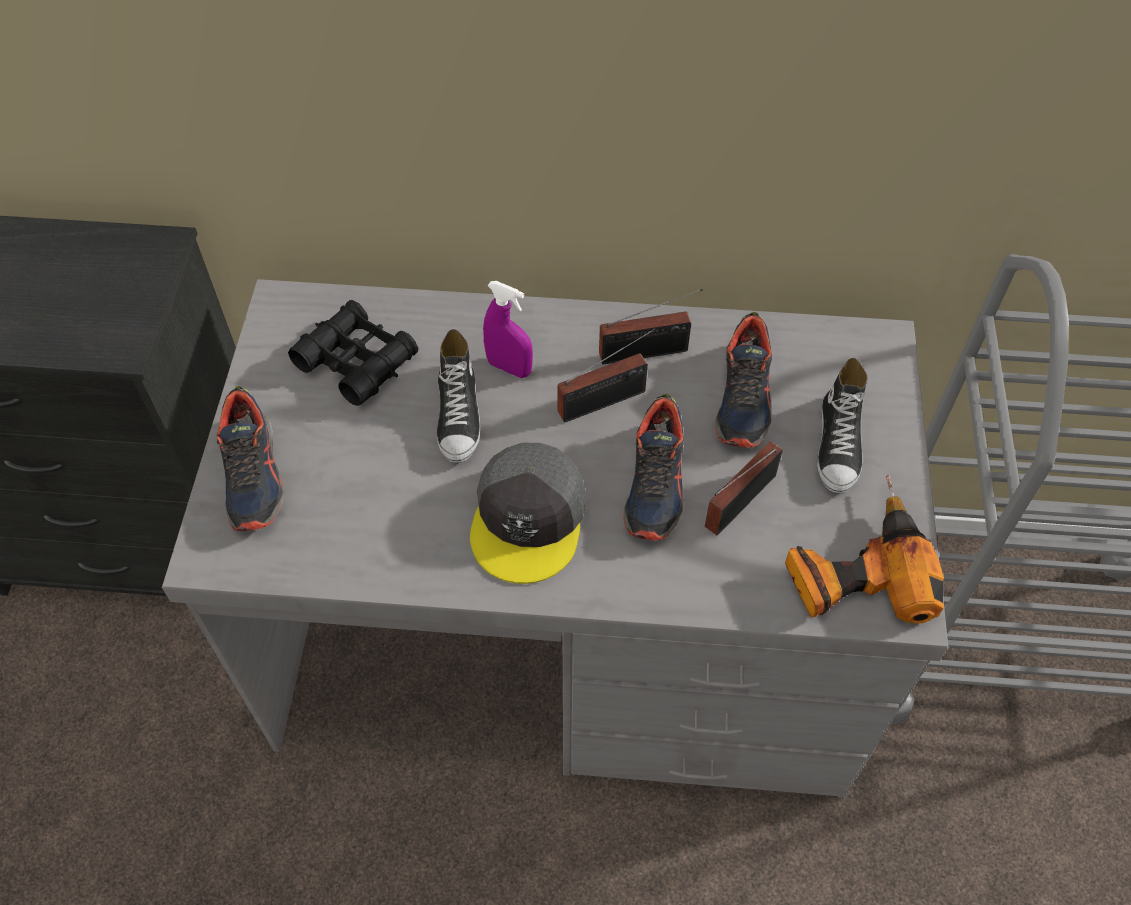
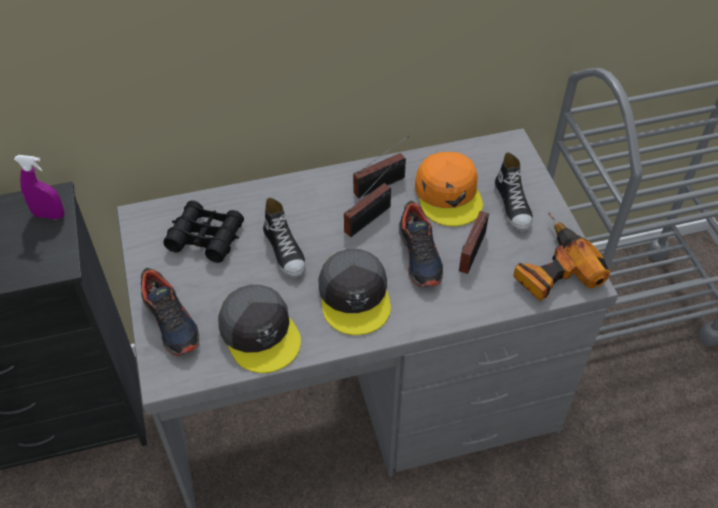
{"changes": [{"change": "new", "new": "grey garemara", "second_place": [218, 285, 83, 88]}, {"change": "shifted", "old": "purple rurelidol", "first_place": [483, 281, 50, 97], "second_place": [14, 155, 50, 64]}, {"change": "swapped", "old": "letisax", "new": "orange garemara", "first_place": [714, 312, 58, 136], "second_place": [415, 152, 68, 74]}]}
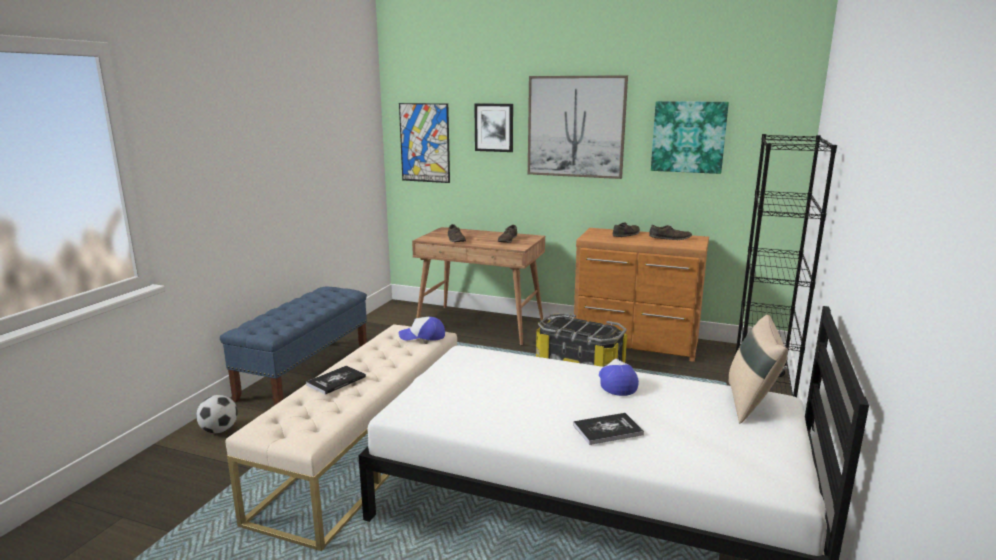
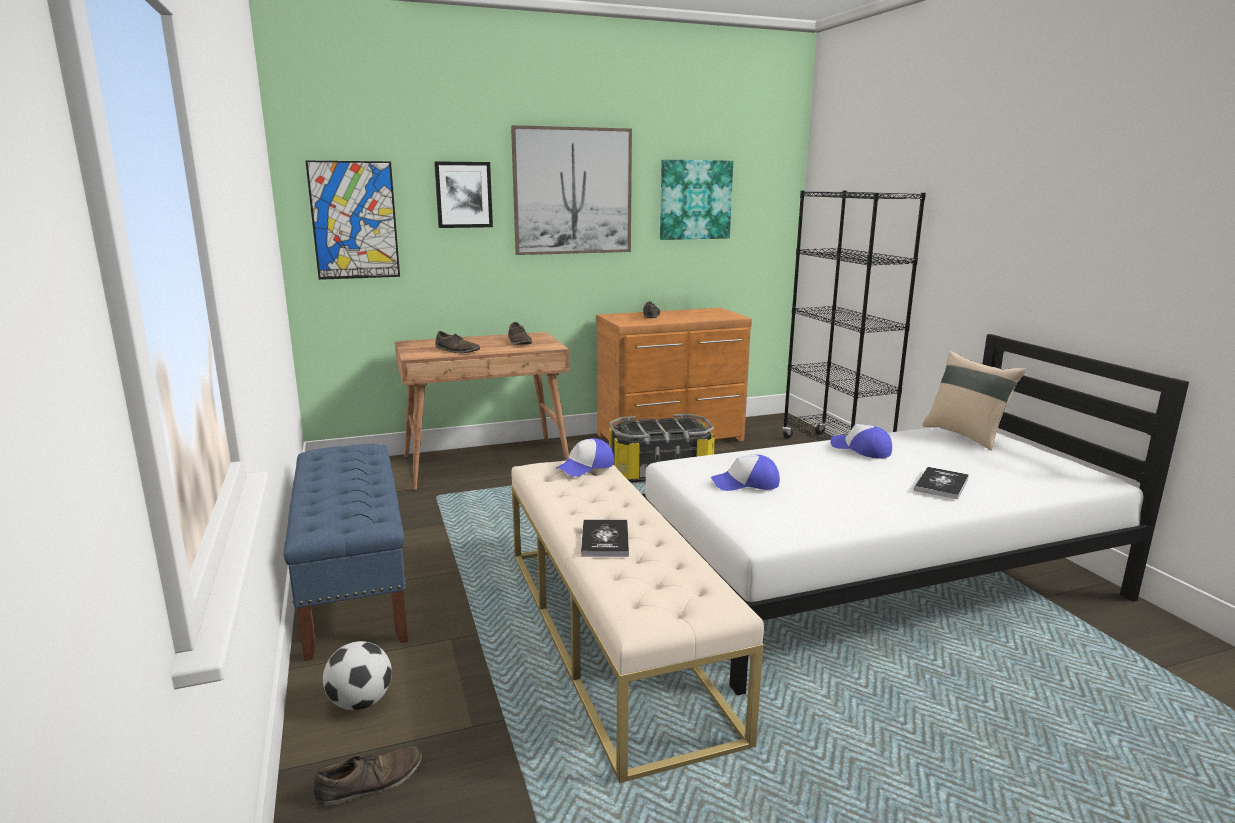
{"changes": [{"change": "new", "new": "garemara", "second_place": [711, 454, 69, 37]}, {"change": "shifted", "old": "brown letisax", "first_place": [649, 225, 43, 15], "second_place": [314, 746, 108, 60]}]}
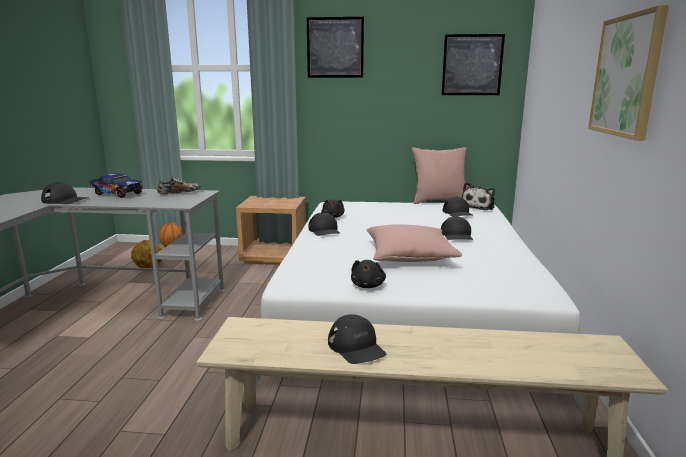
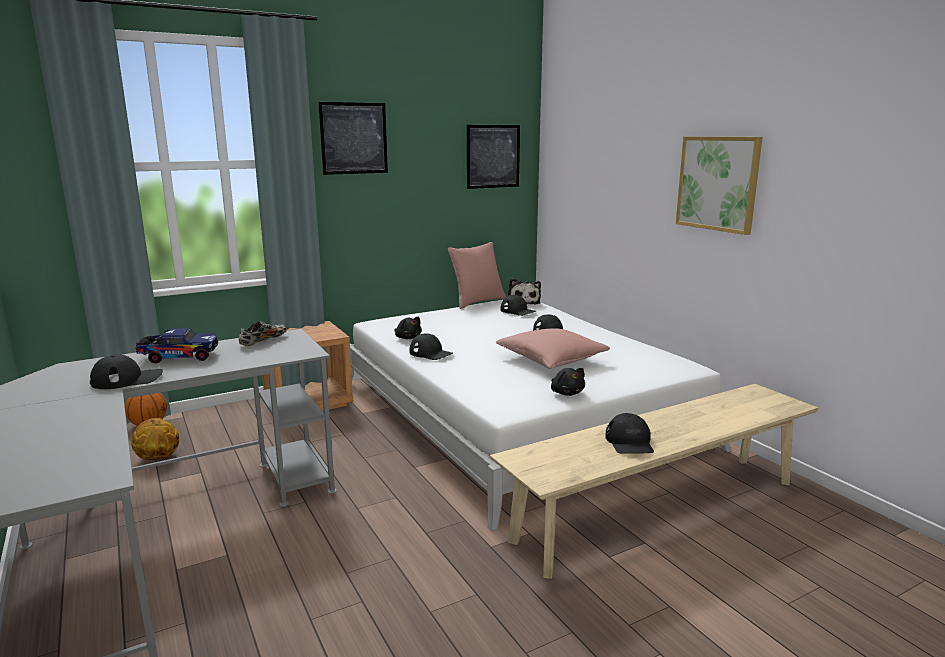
{"changes": [{"change": "rotated", "old": "black garemara", "first_place": [328, 314, 58, 50], "second_place": [605, 413, 49, 41], "degrees": 60}]}
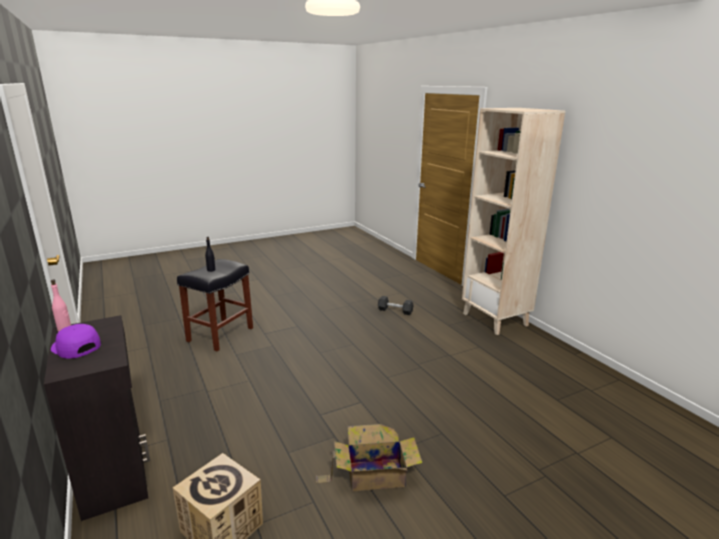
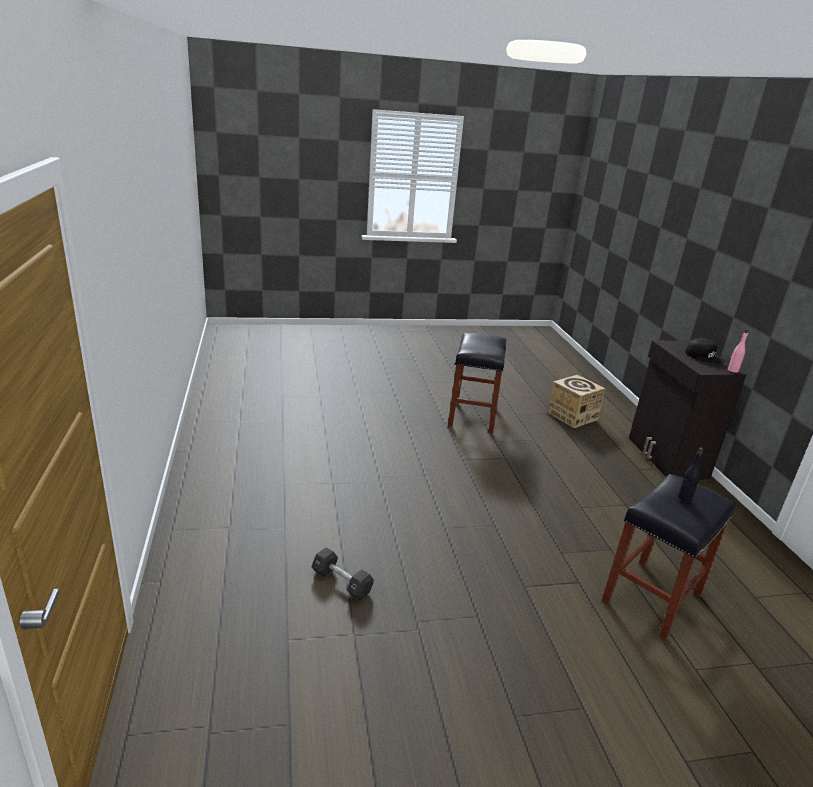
{"changes": [{"change": "gone", "old": "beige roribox", "first_place": [462, 108, 103, 227]}, {"change": "swapped", "old": "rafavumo", "new": "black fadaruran", "first_place": [316, 424, 106, 68], "second_place": [448, 333, 58, 100]}, {"change": "repainted", "old": "purple garemara", "new": "black garemara", "first_place": [51, 324, 50, 34], "second_place": [685, 338, 39, 26]}]}
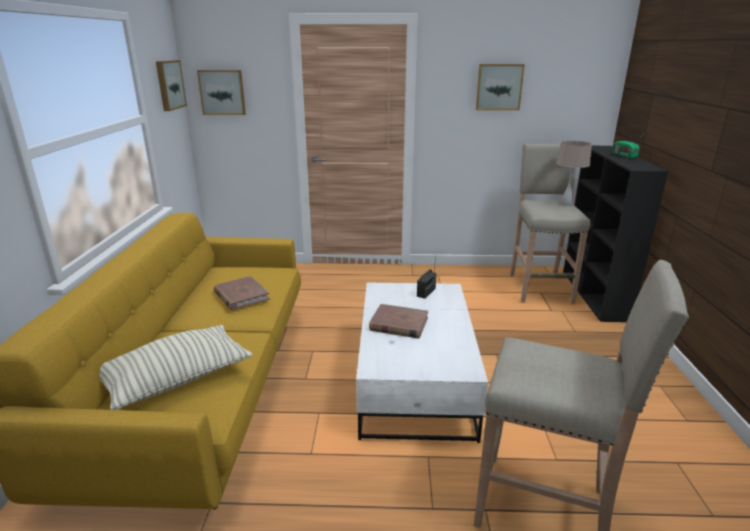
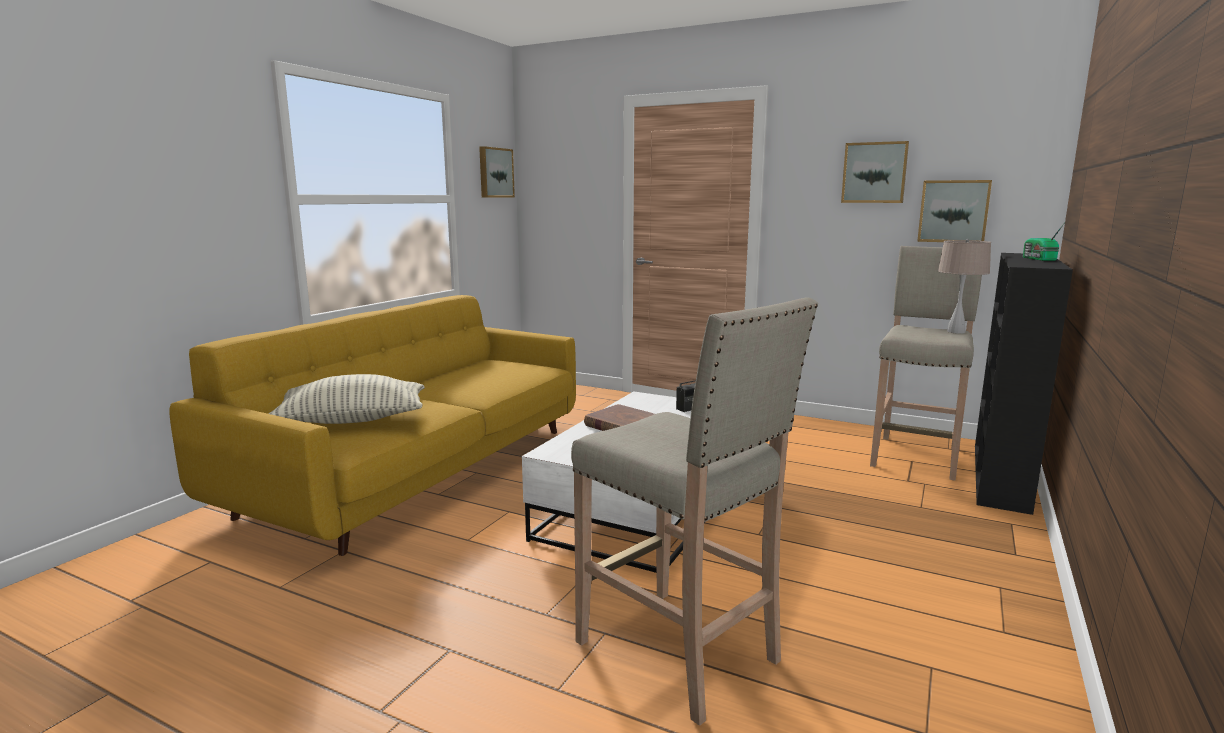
{"changes": [{"change": "gone", "old": "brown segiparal", "first_place": [213, 276, 57, 35]}, {"change": "shifted", "old": "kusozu", "first_place": [197, 70, 49, 45], "second_place": [917, 180, 75, 62]}]}
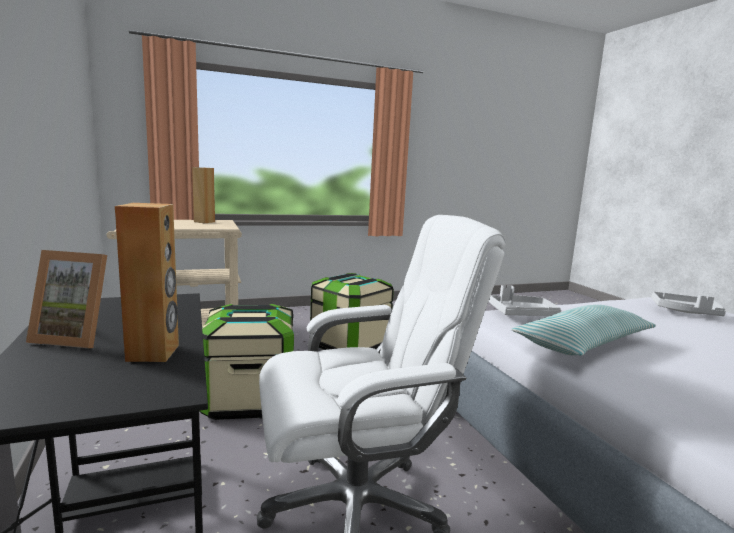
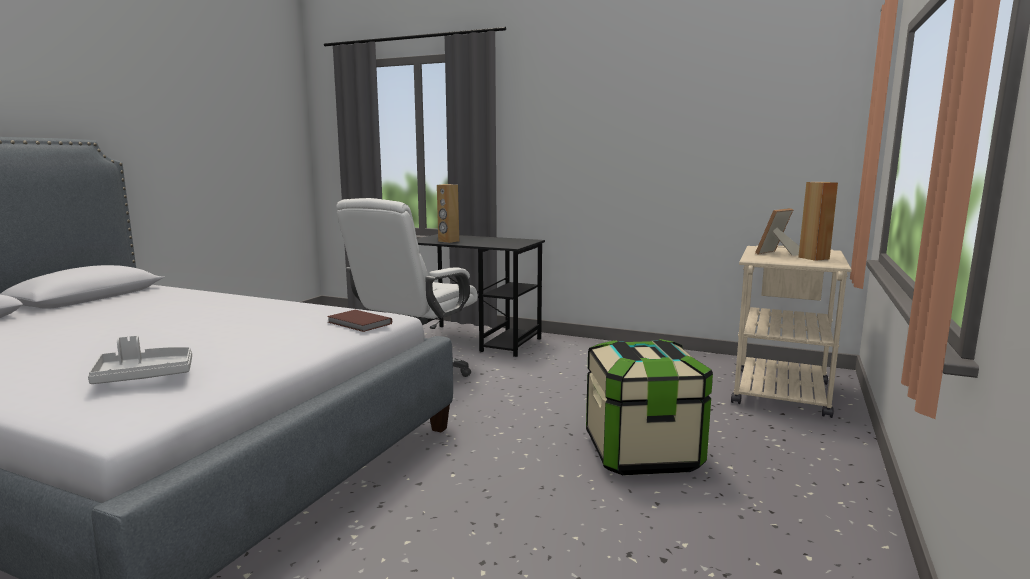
{"changes": [{"change": "gone", "old": "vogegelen", "first_place": [200, 304, 94, 116]}, {"change": "gone", "old": "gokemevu", "first_place": [511, 305, 145, 51]}, {"change": "shifted", "old": "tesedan", "first_place": [26, 250, 81, 98], "second_place": [755, 208, 44, 48]}, {"change": "swapped", "old": "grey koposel", "new": "brown segiparal", "first_place": [489, 285, 72, 31], "second_place": [327, 310, 65, 22]}]}
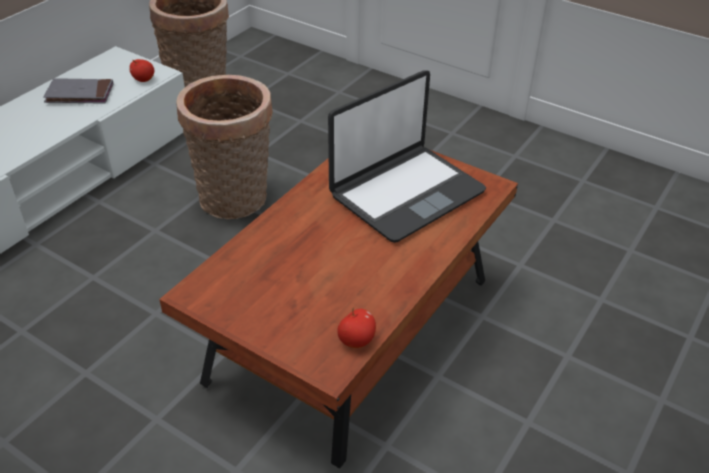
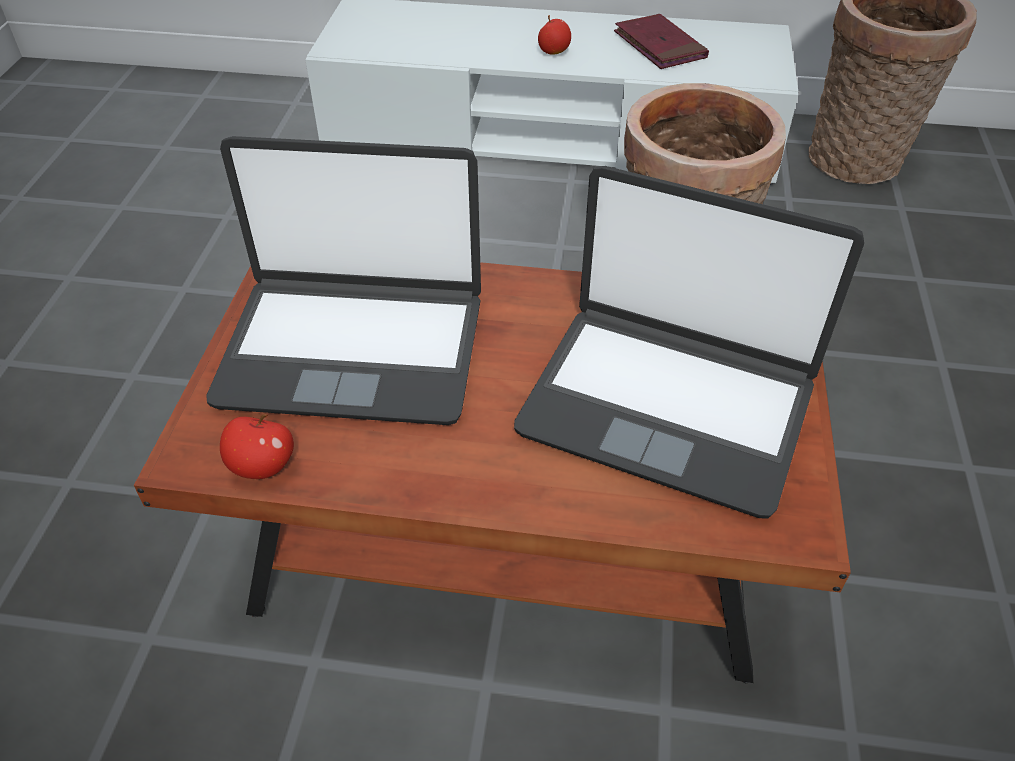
{"changes": [{"change": "new", "new": "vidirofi", "second_place": [206, 136, 275, 289]}, {"change": "shifted", "old": "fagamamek", "first_place": [129, 59, 25, 23], "second_place": [538, 15, 33, 40]}, {"change": "repainted", "old": "grey segiparal", "new": "red segiparal", "first_place": [43, 78, 70, 26], "second_place": [614, 14, 95, 55]}]}
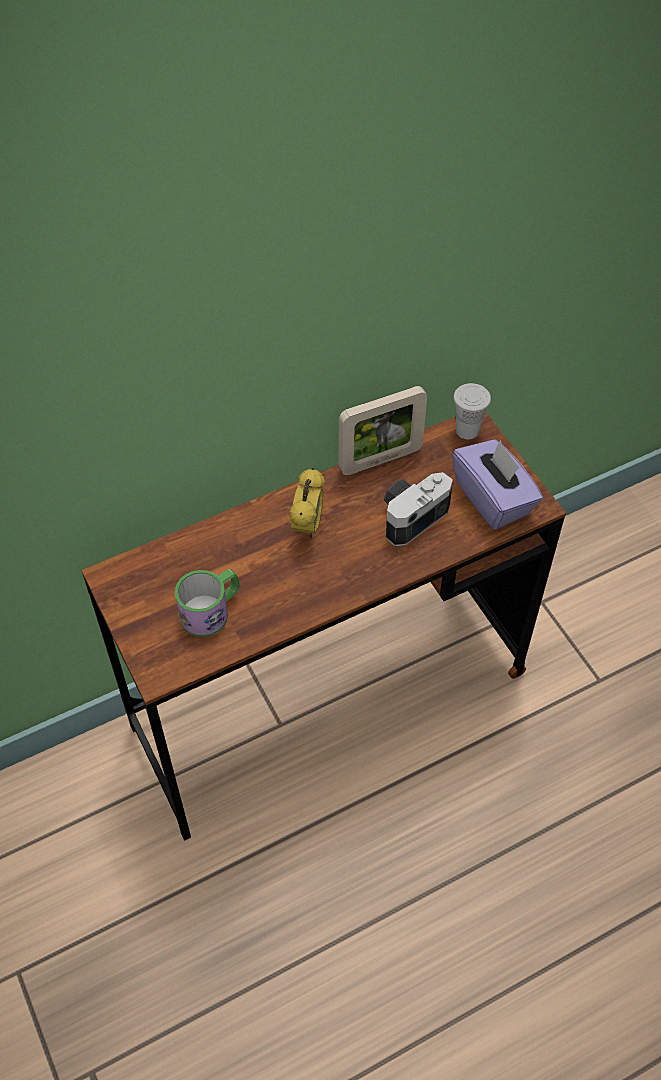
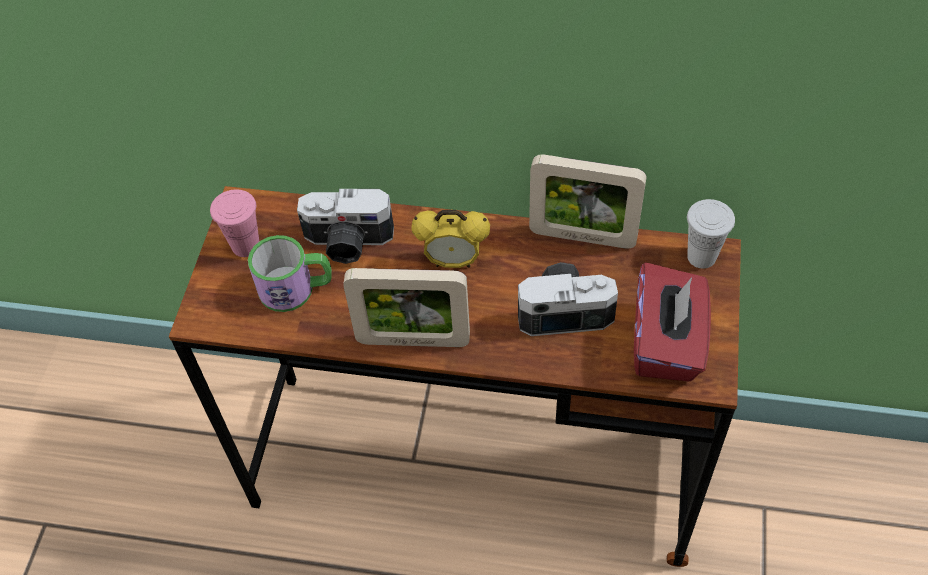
{"changes": [{"change": "new", "new": "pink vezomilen", "second_place": [210, 189, 49, 68]}, {"change": "new", "new": "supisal", "second_place": [297, 189, 97, 75]}, {"change": "new", "new": "tesedan", "second_place": [343, 268, 127, 79]}, {"change": "repainted", "old": "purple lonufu", "new": "red lonufu", "first_place": [452, 439, 91, 91], "second_place": [634, 262, 77, 119]}, {"change": "rotated", "old": "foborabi", "first_place": [289, 468, 36, 71], "second_place": [411, 210, 79, 58], "degrees": 45}]}
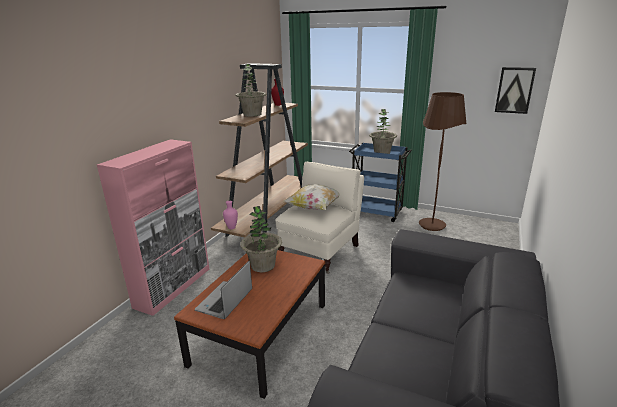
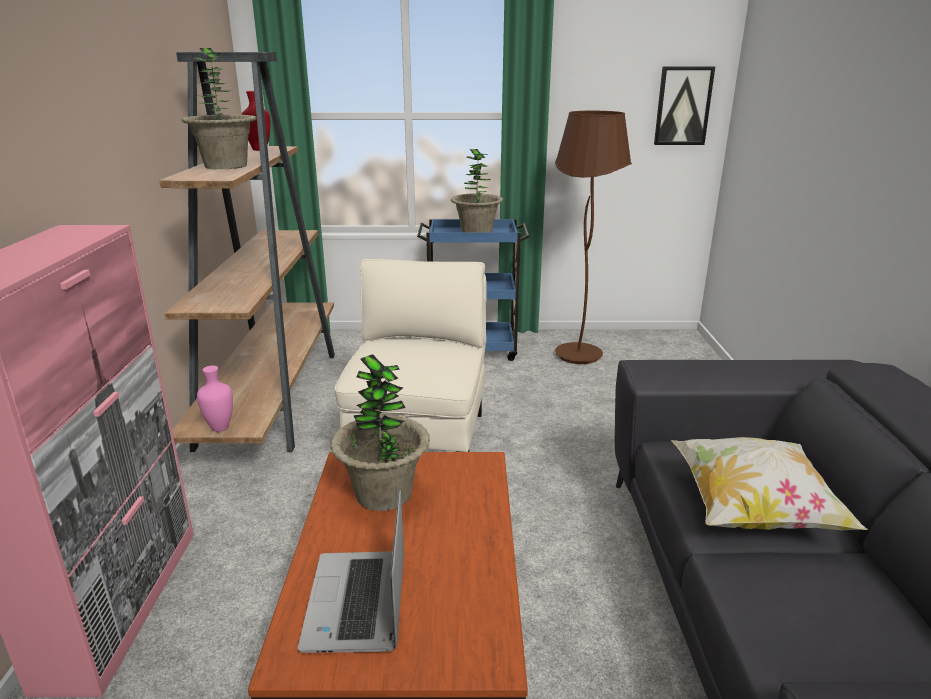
{"changes": [{"change": "shifted", "old": "gokemevu", "first_place": [283, 184, 57, 26], "second_place": [671, 437, 197, 93]}]}
